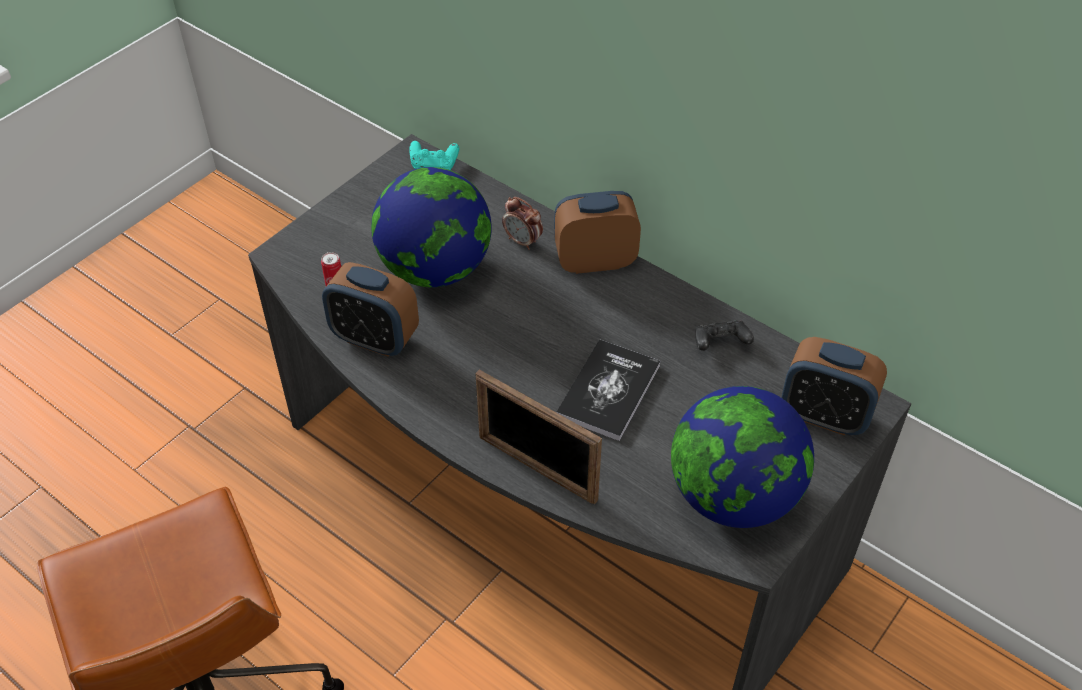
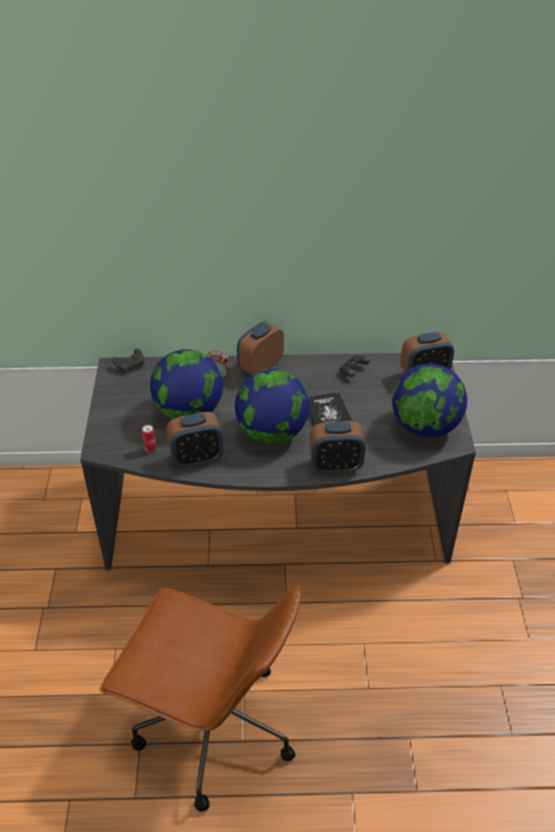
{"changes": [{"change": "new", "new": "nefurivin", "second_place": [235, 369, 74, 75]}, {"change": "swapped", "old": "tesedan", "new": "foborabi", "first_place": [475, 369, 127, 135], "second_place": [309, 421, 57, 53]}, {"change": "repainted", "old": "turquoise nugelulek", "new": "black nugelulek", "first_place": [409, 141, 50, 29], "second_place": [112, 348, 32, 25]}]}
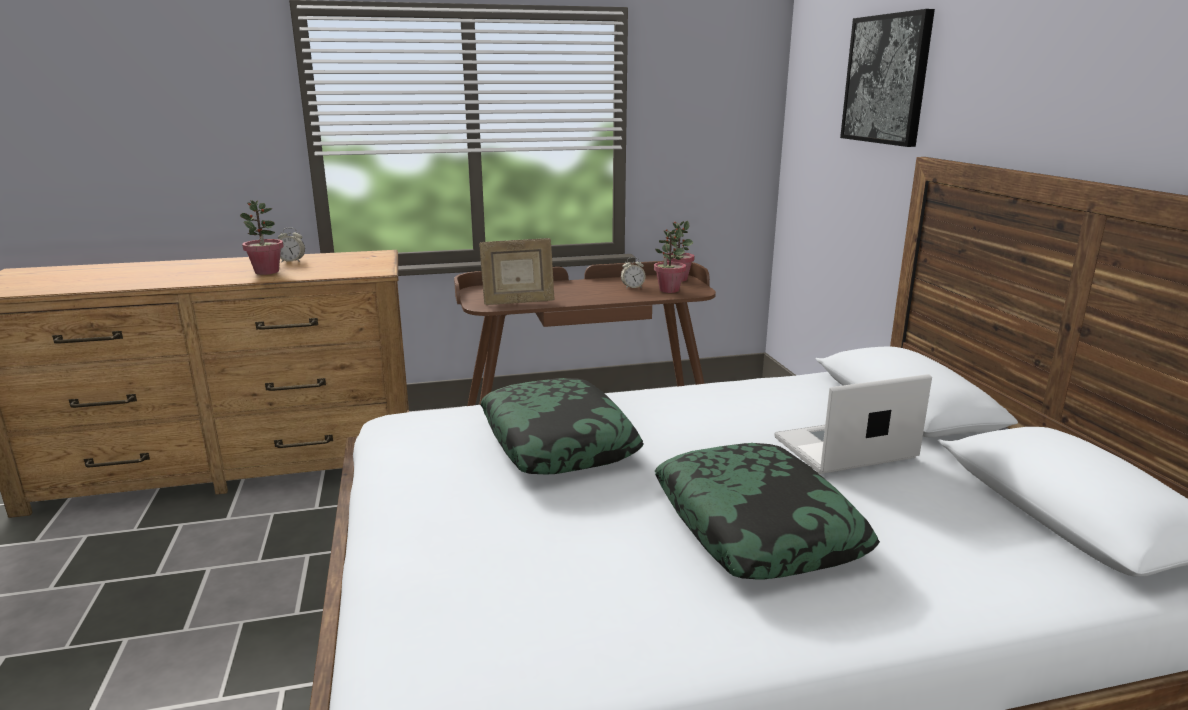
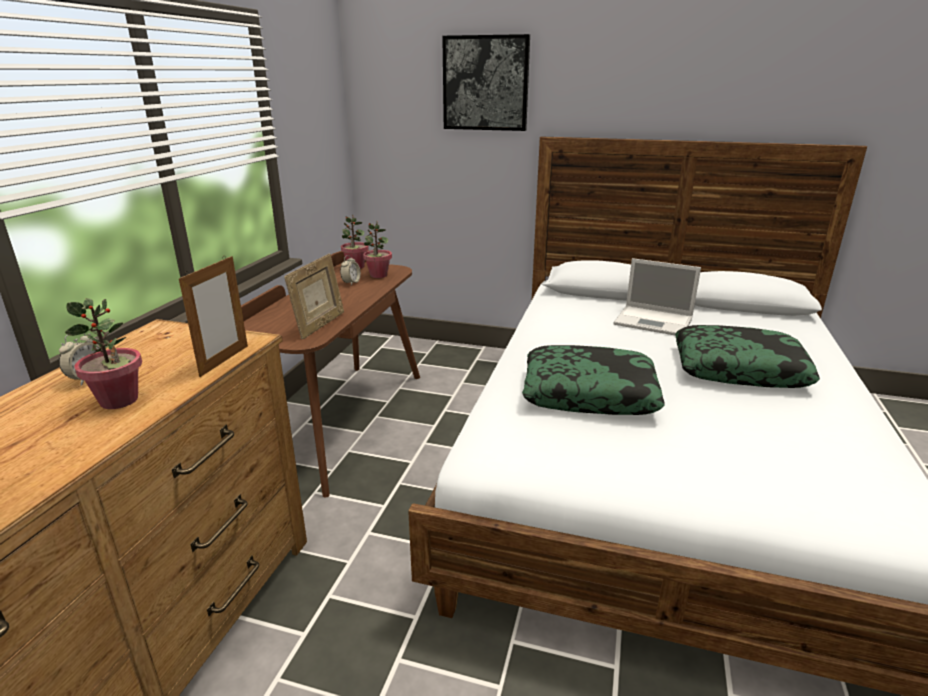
{"changes": [{"change": "new", "new": "tesedan", "second_place": [179, 256, 69, 121]}, {"change": "rotated", "old": "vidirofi", "first_place": [774, 374, 158, 100], "second_place": [614, 258, 87, 78], "degrees": -75}]}
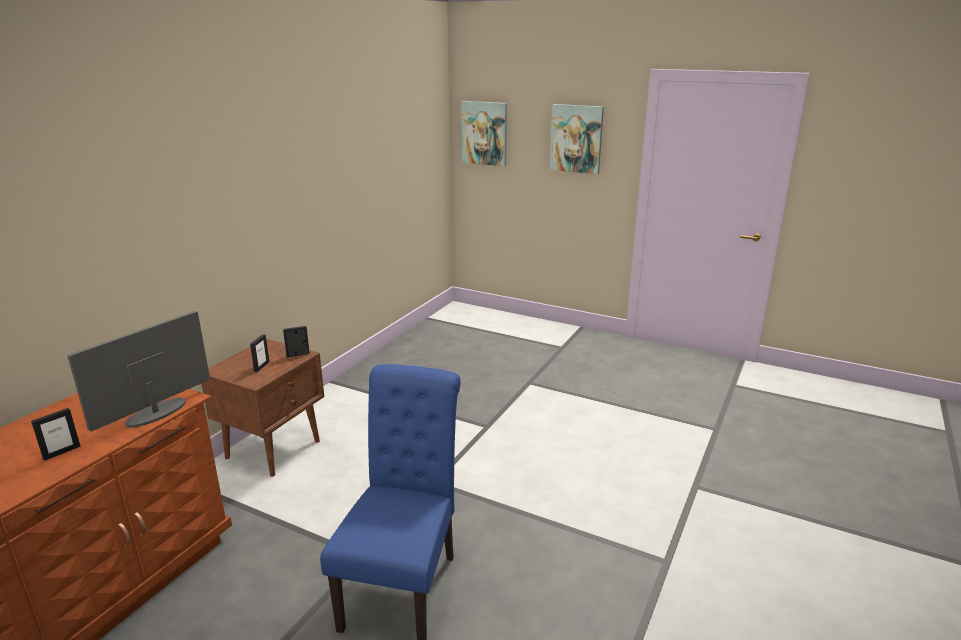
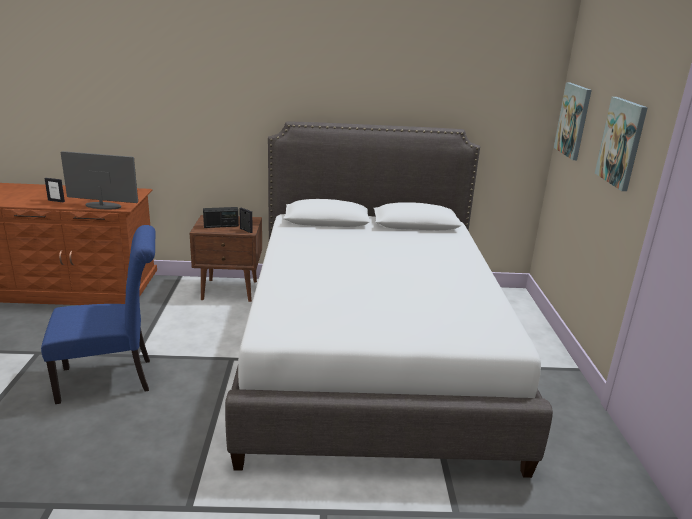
{"changes": [{"change": "new", "new": "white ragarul", "second_place": [225, 121, 328, 357]}, {"change": "swapped", "old": "tesedan", "new": "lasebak", "first_place": [250, 334, 19, 38], "second_place": [203, 207, 36, 21]}]}
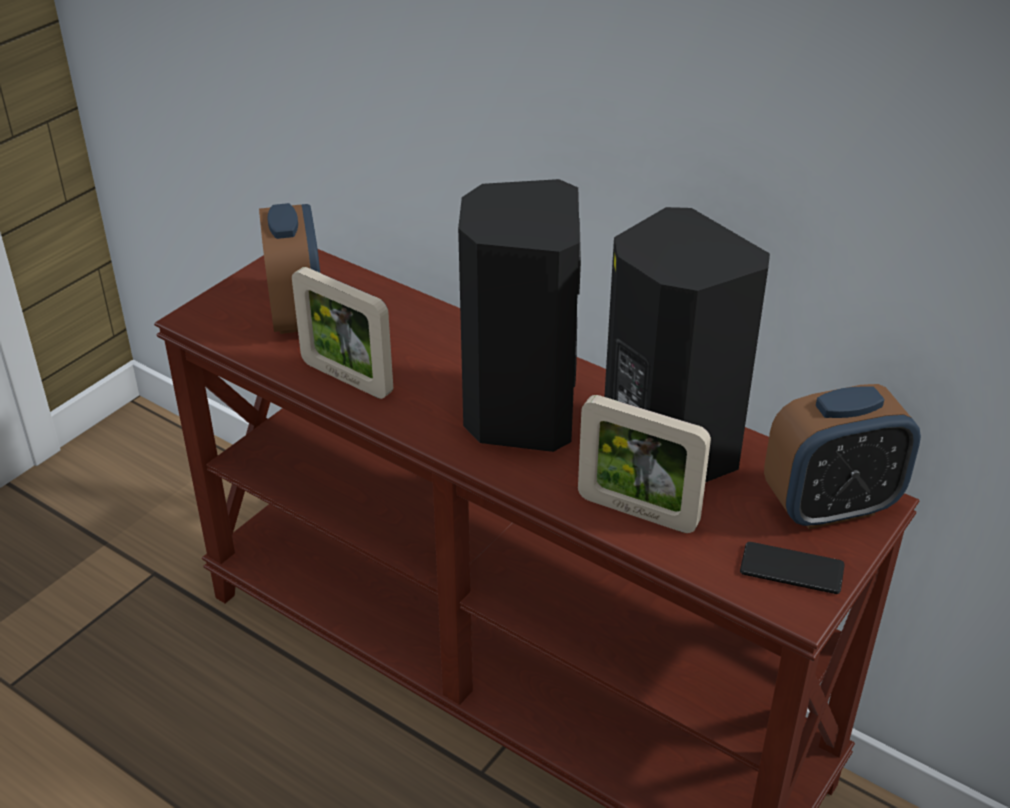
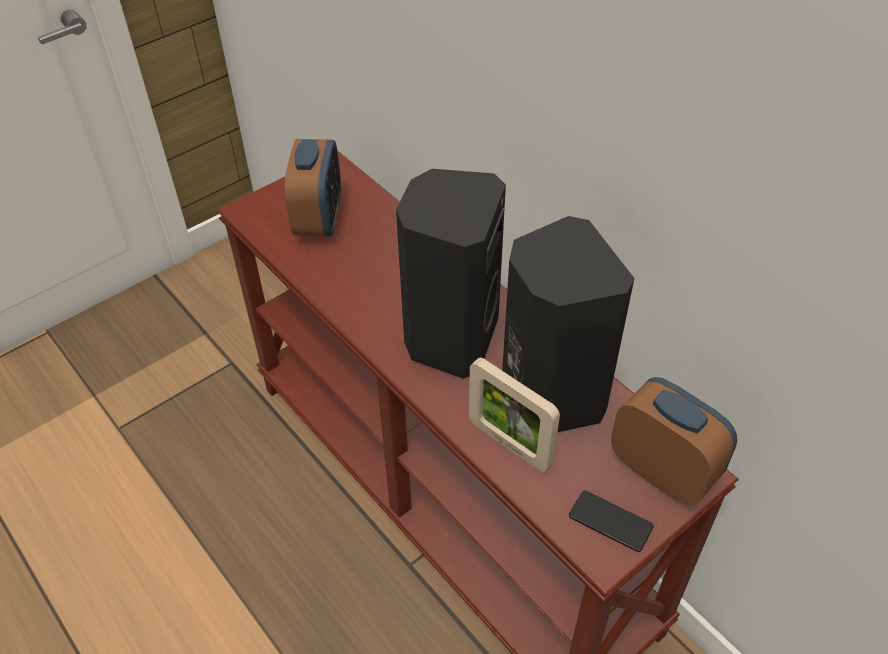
{"changes": [{"change": "gone", "old": "tesedan", "first_place": [292, 267, 101, 132]}, {"change": "rotated", "old": "foborabi", "first_place": [764, 384, 157, 145], "second_place": [611, 377, 126, 129], "degrees": -135}]}
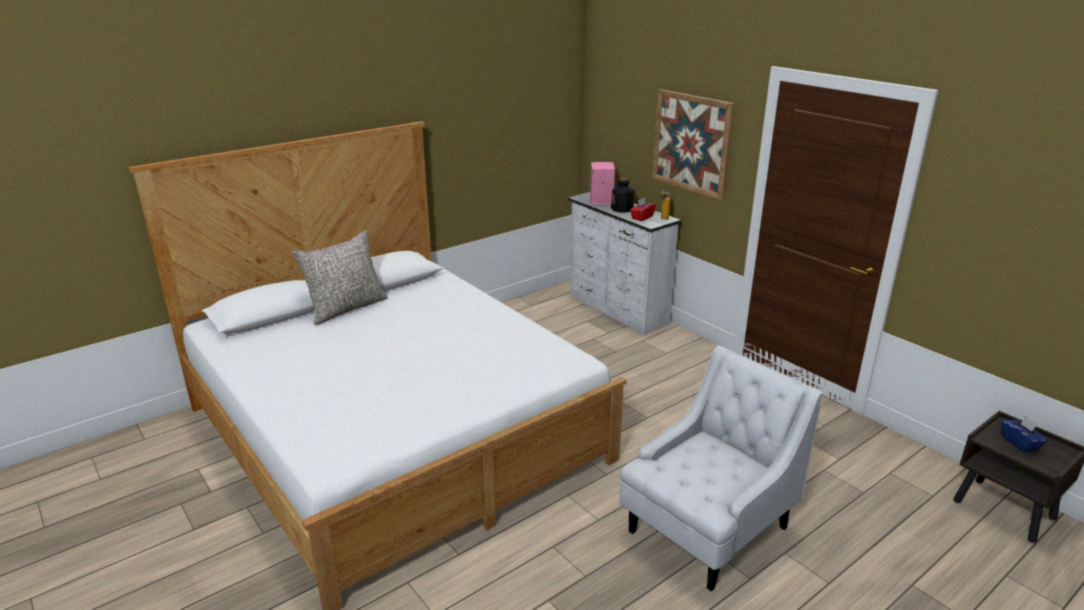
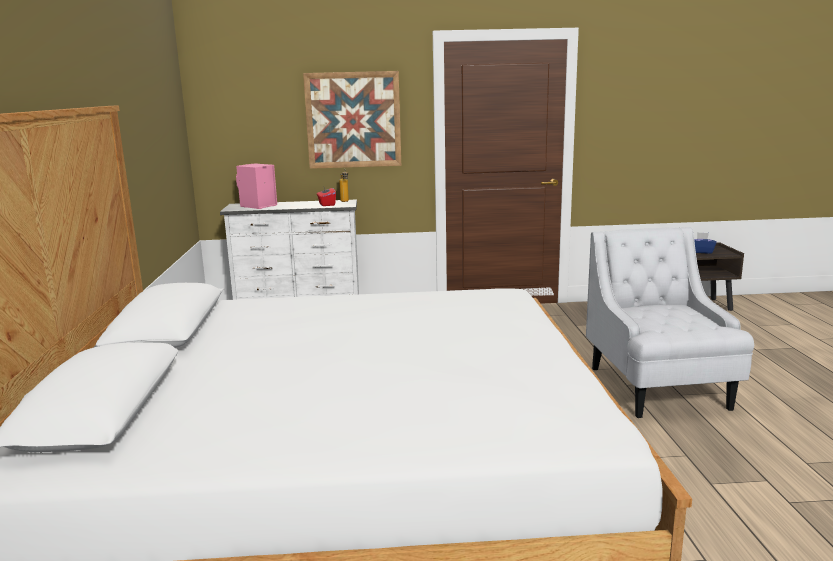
{"changes": [{"change": "gone", "old": "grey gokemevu", "first_place": [292, 230, 96, 95]}, {"change": "gone", "old": "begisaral", "first_place": [611, 178, 23, 35]}]}
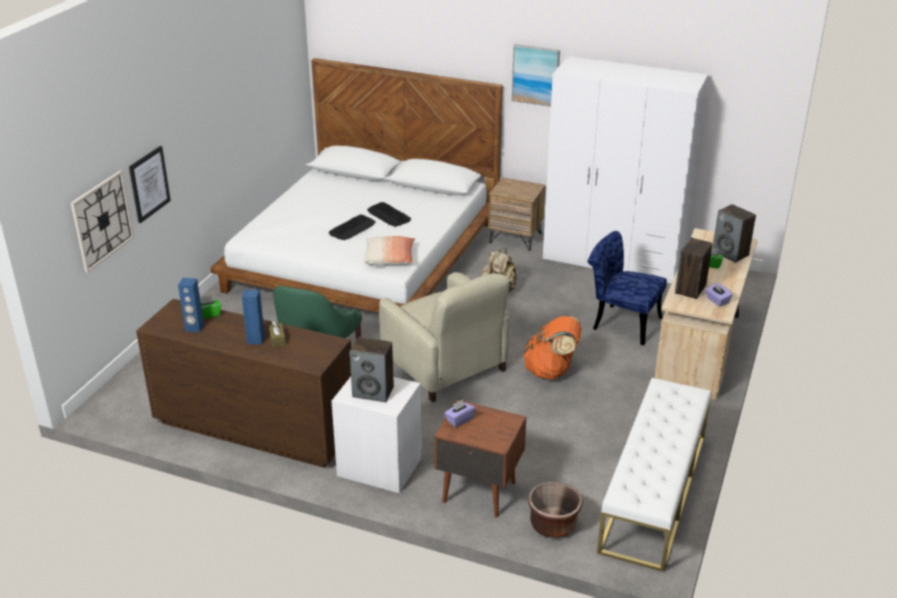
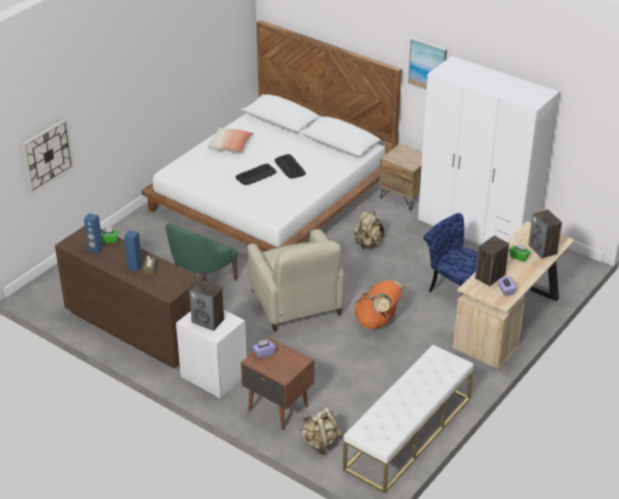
{"changes": [{"change": "gone", "old": "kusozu", "first_place": [129, 146, 42, 77]}, {"change": "shifted", "old": "gokemevu", "first_place": [364, 236, 51, 29], "second_place": [207, 128, 47, 24]}, {"change": "swapped", "old": "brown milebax", "new": "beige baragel", "first_place": [528, 482, 55, 56], "second_place": [300, 407, 43, 48]}]}
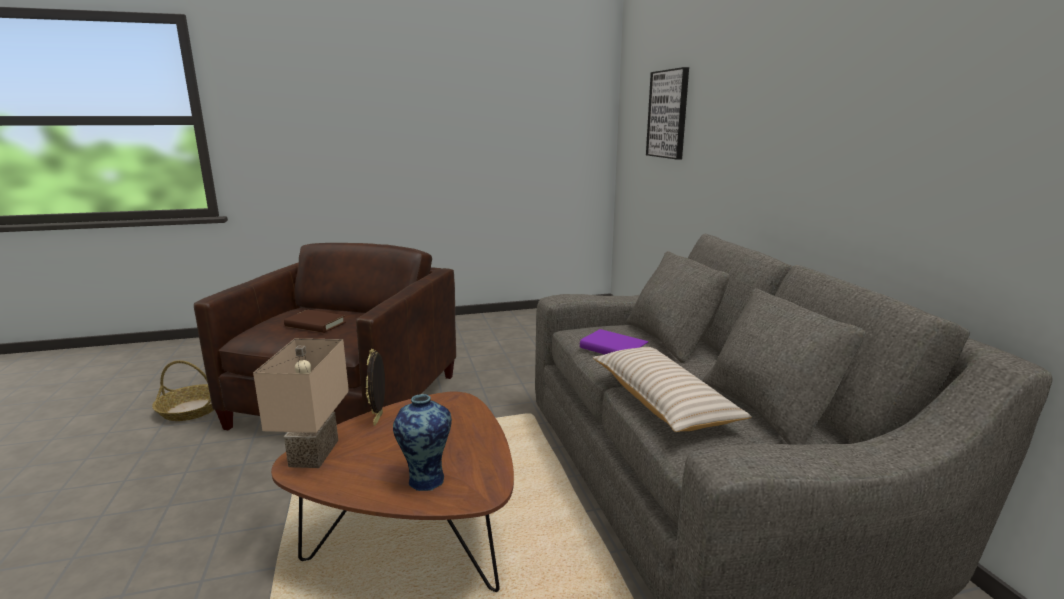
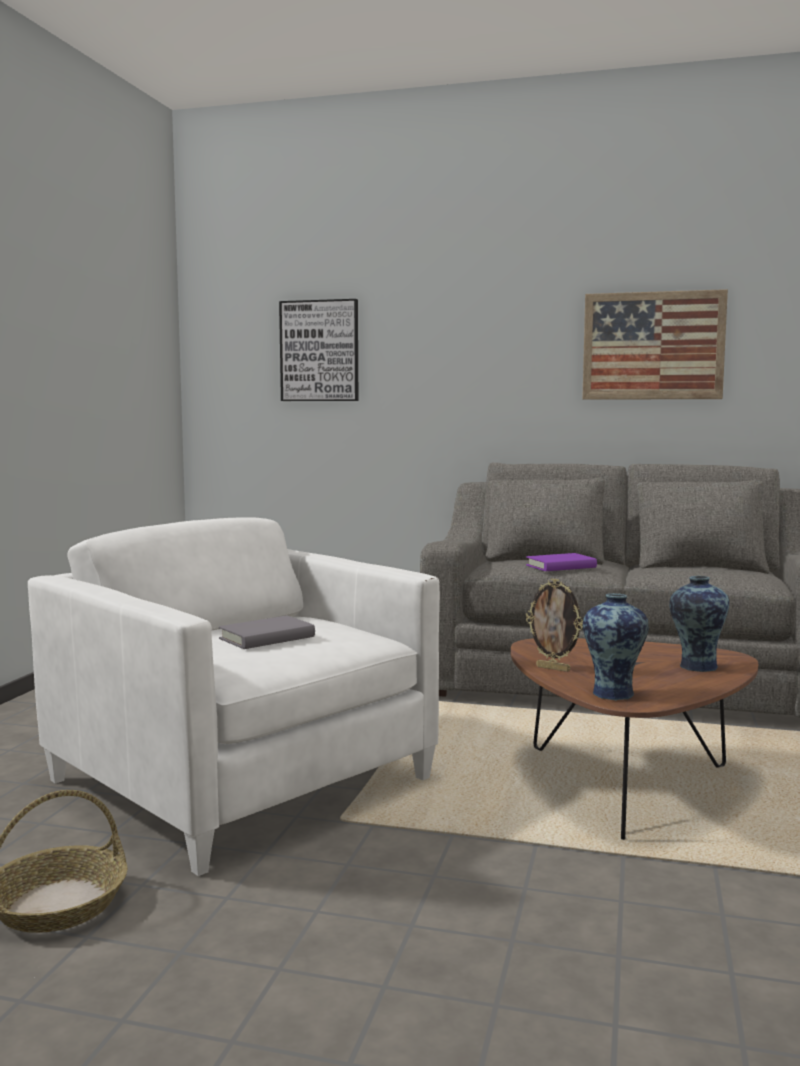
{"changes": [{"change": "gone", "old": "beige gokemevu", "first_place": [593, 347, 159, 85]}, {"change": "new", "new": "kusozu", "second_place": [582, 289, 146, 111]}, {"change": "swapped", "old": "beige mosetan", "new": "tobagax", "first_place": [253, 338, 96, 130], "second_place": [583, 593, 66, 107]}, {"change": "repainted", "old": "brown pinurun", "new": "white pinurun", "first_place": [194, 243, 262, 187], "second_place": [28, 517, 412, 359]}, {"change": "repainted", "old": "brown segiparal", "new": "grey segiparal", "first_place": [284, 310, 62, 23], "second_place": [219, 615, 96, 34]}]}
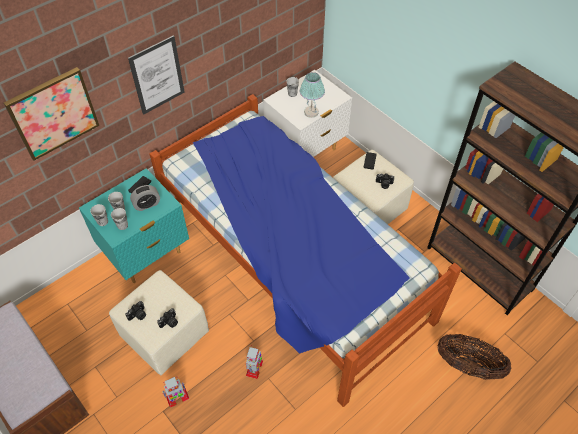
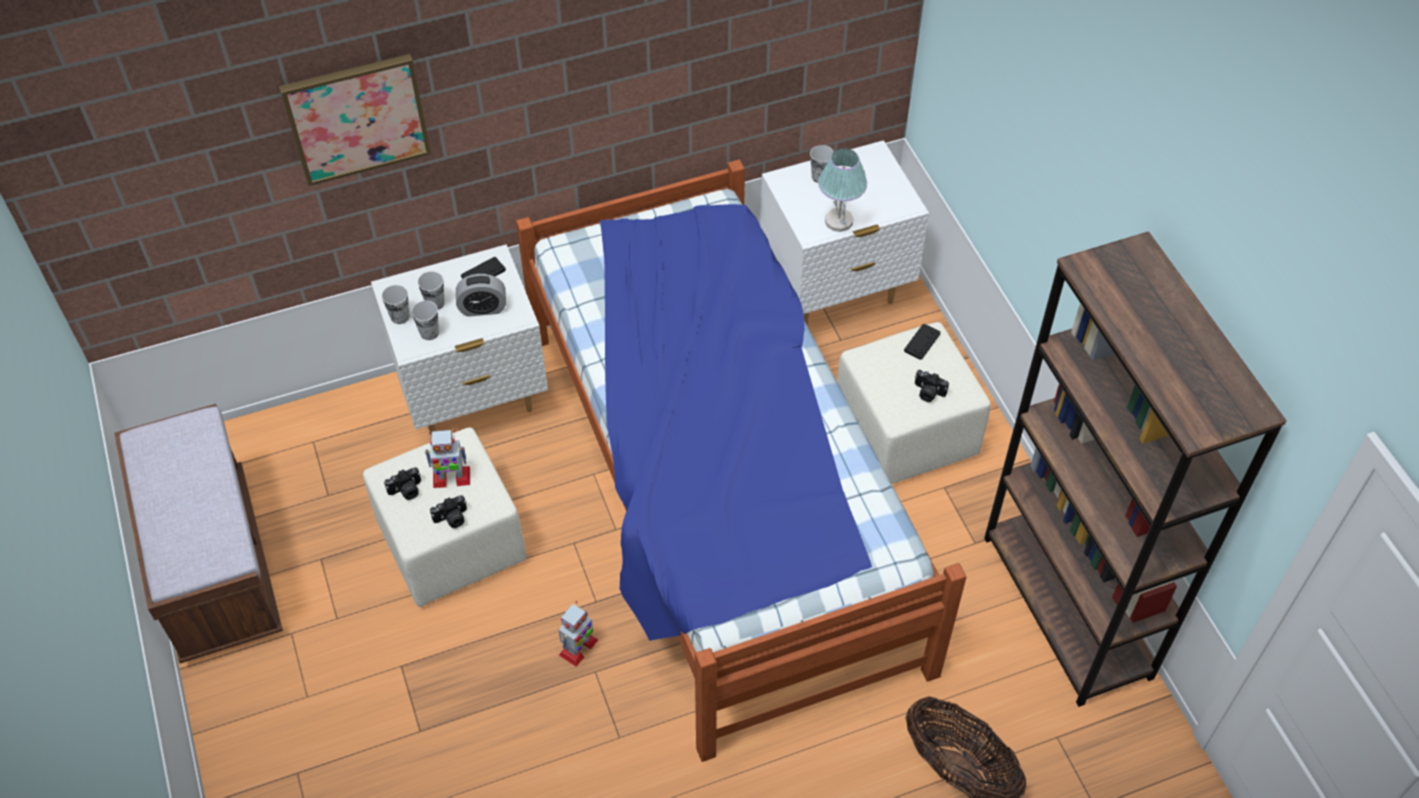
{"changes": [{"change": "gone", "old": "kusozu", "first_place": [128, 35, 57, 80]}, {"change": "shifted", "old": "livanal", "first_place": [162, 377, 28, 30], "second_place": [425, 430, 45, 58]}, {"change": "repainted", "old": "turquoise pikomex", "new": "white pikomex", "first_place": [79, 168, 110, 115], "second_place": [371, 244, 177, 193]}]}
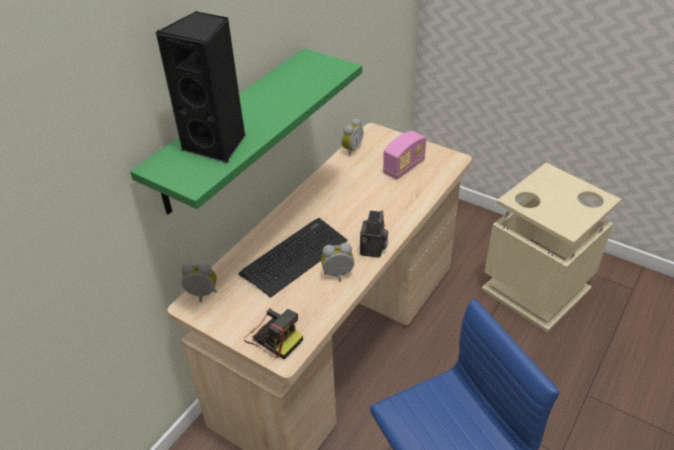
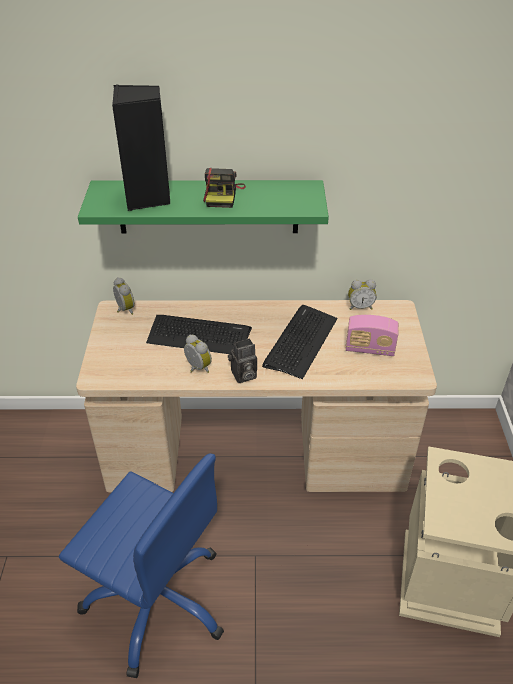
{"changes": [{"change": "new", "new": "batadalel", "second_place": [262, 305, 75, 74]}, {"change": "shifted", "old": "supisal", "first_place": [244, 308, 59, 51], "second_place": [203, 168, 43, 40]}]}
